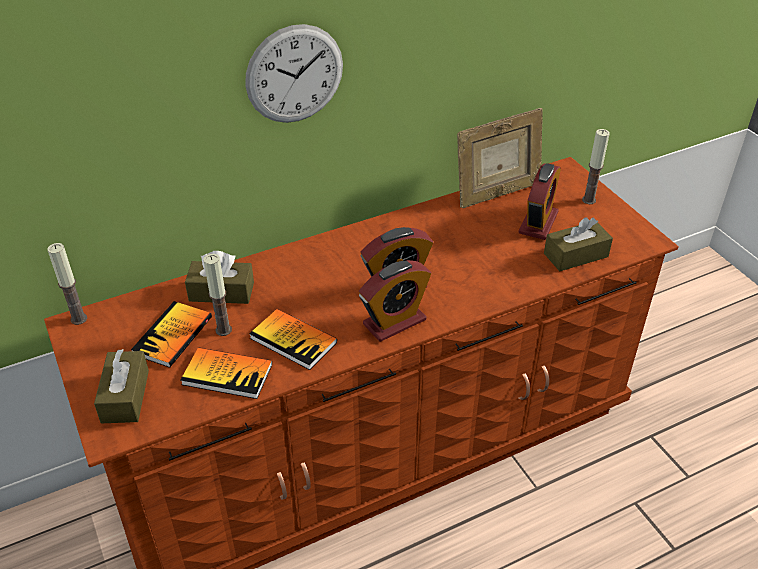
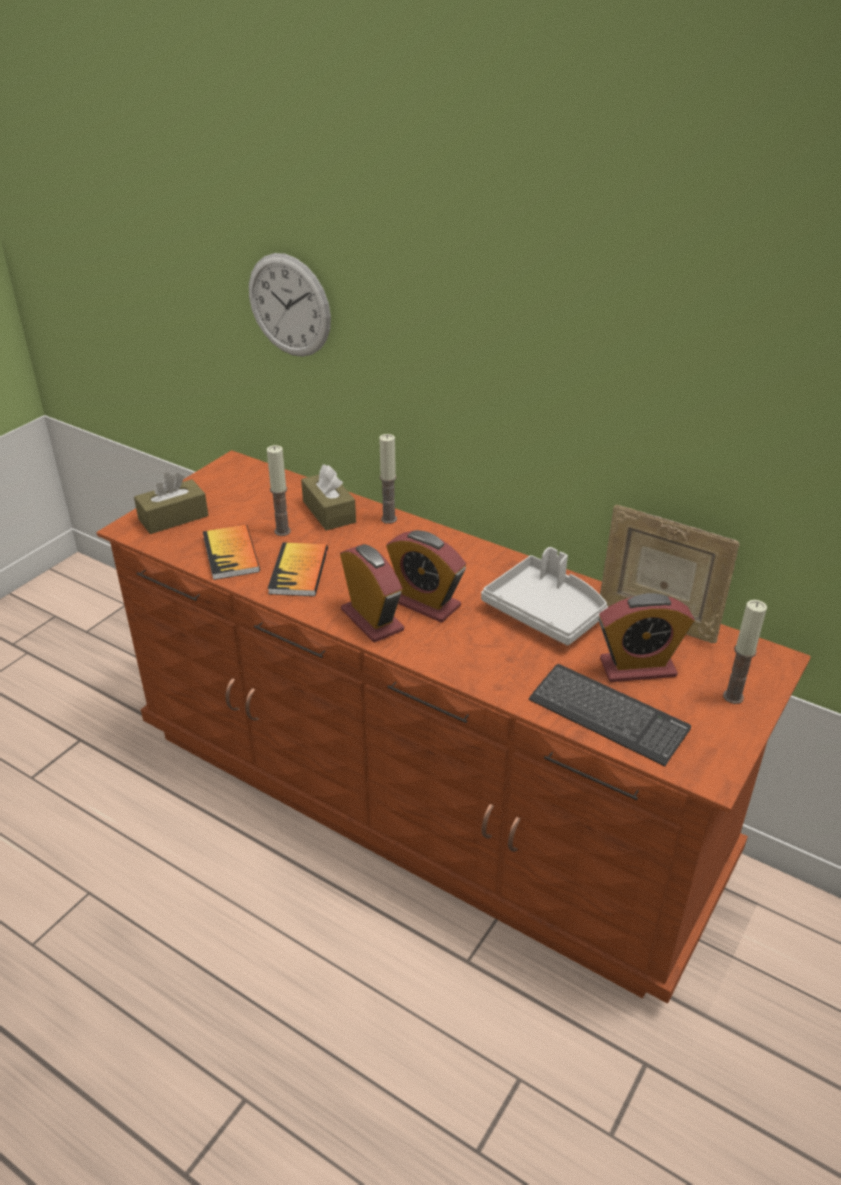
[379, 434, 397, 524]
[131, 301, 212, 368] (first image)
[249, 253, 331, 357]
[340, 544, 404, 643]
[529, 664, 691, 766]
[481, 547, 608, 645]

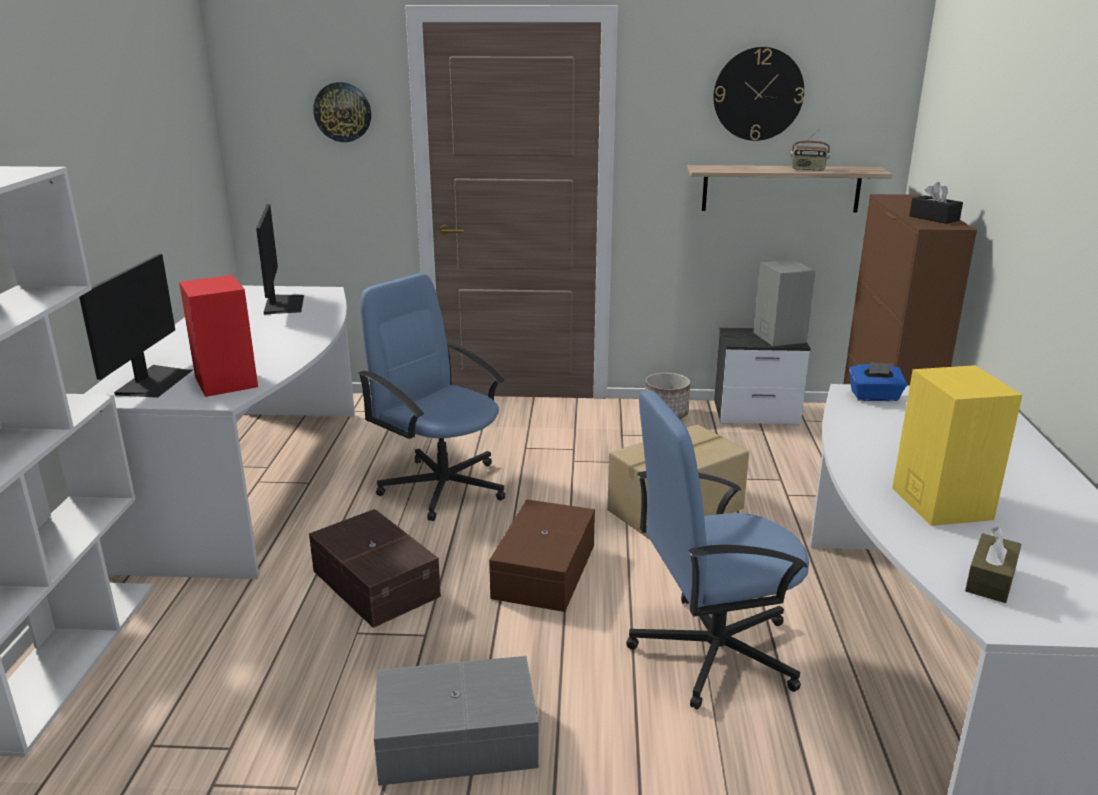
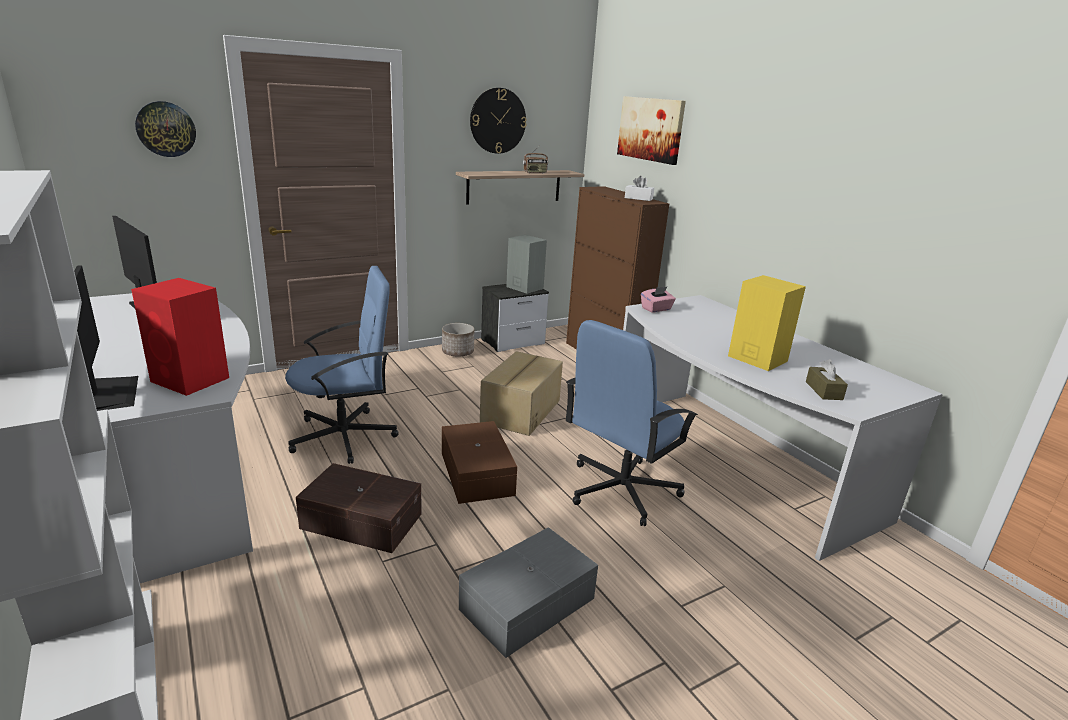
[285, 266, 399, 464]
[641, 287, 676, 313]
[625, 176, 654, 201]
[617, 96, 686, 165]

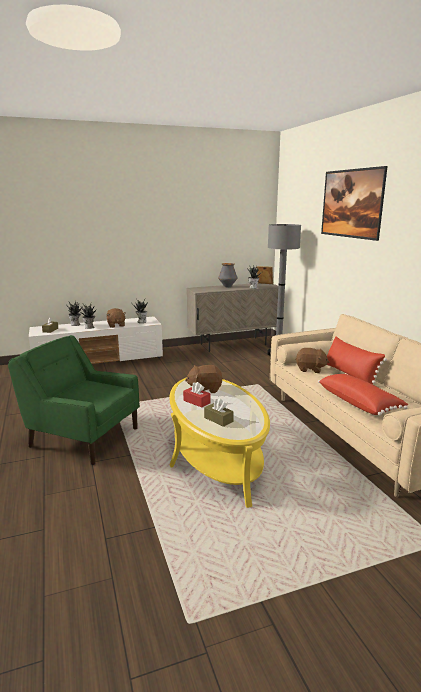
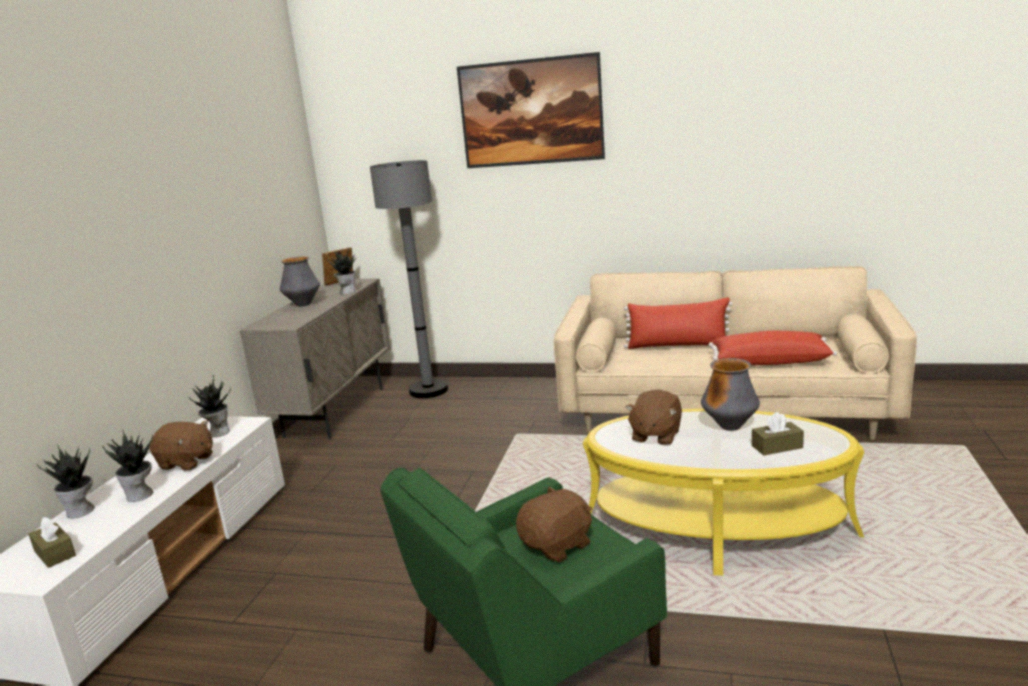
[183, 382, 210, 407] (first image)
[516, 486, 592, 562]
[701, 358, 760, 431]

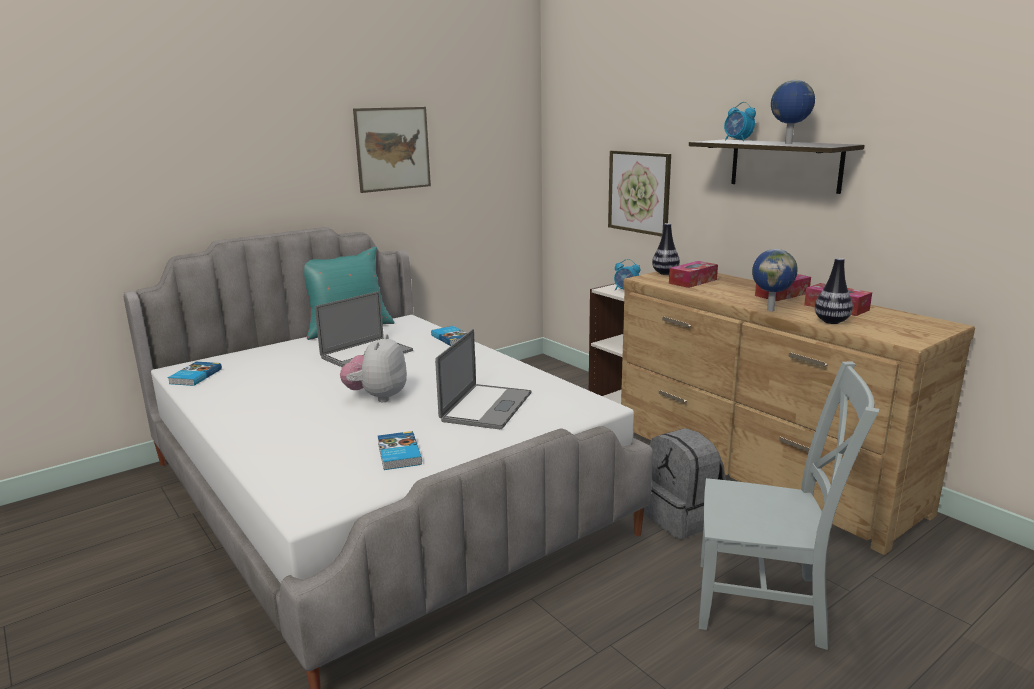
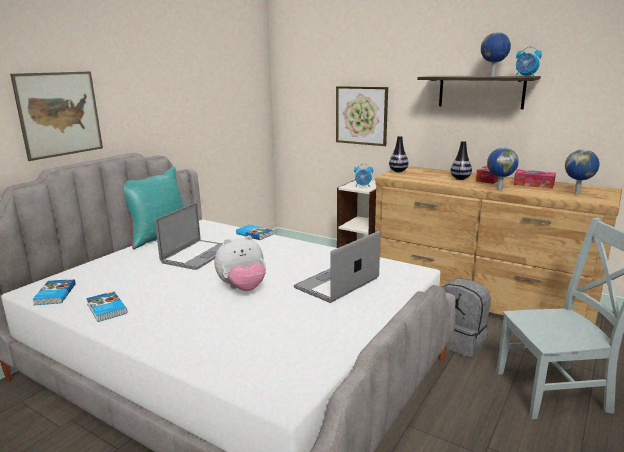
[214, 235, 266, 291]
[10, 71, 103, 161]
[86, 291, 127, 322]
[294, 231, 380, 303]
[669, 261, 718, 288] (first image)
[515, 46, 542, 77]
[450, 141, 472, 180]
[565, 150, 599, 194]

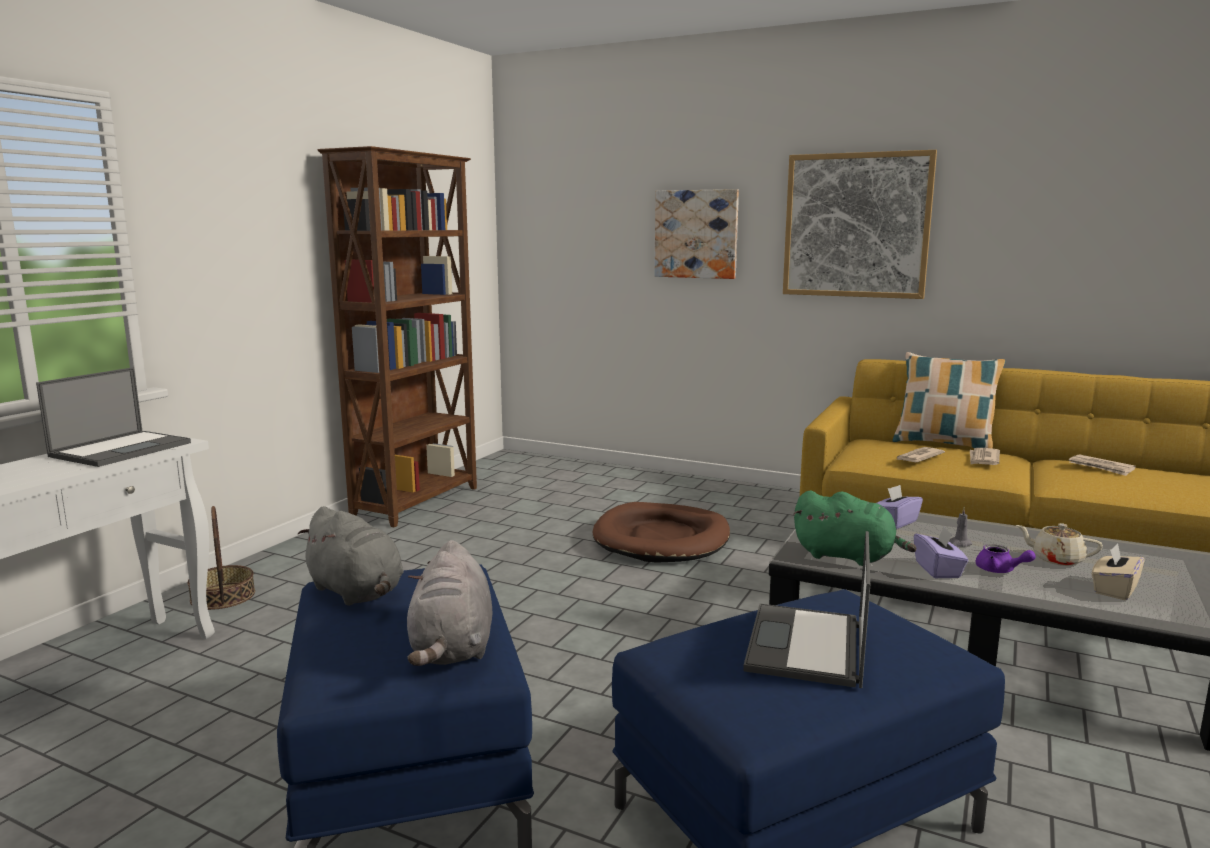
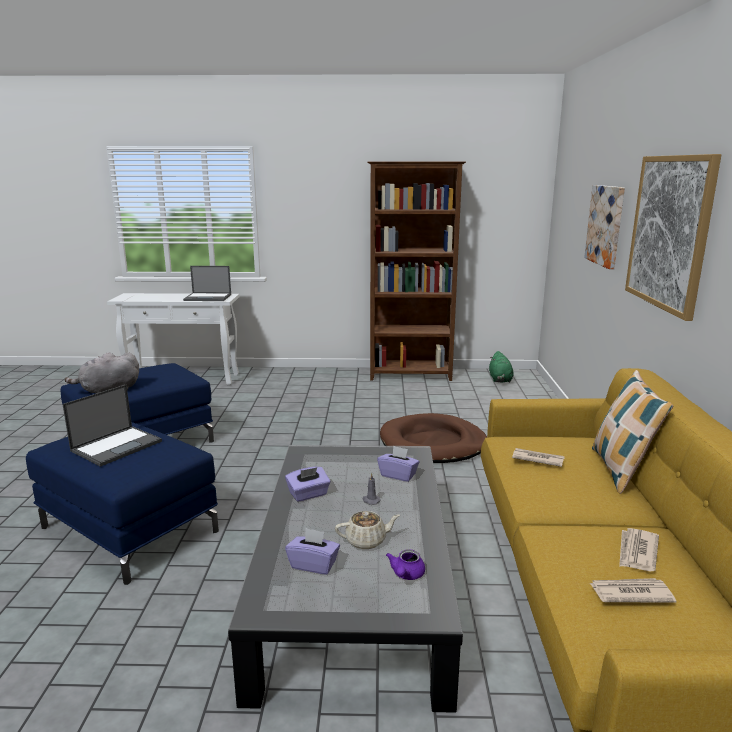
[187, 506, 255, 610] (first image)
[298, 506, 404, 606] (first image)
[62, 385, 162, 467]
[489, 351, 513, 382]
[589, 578, 676, 603]
[386, 549, 425, 580]
[335, 511, 400, 549]
[285, 528, 340, 575]

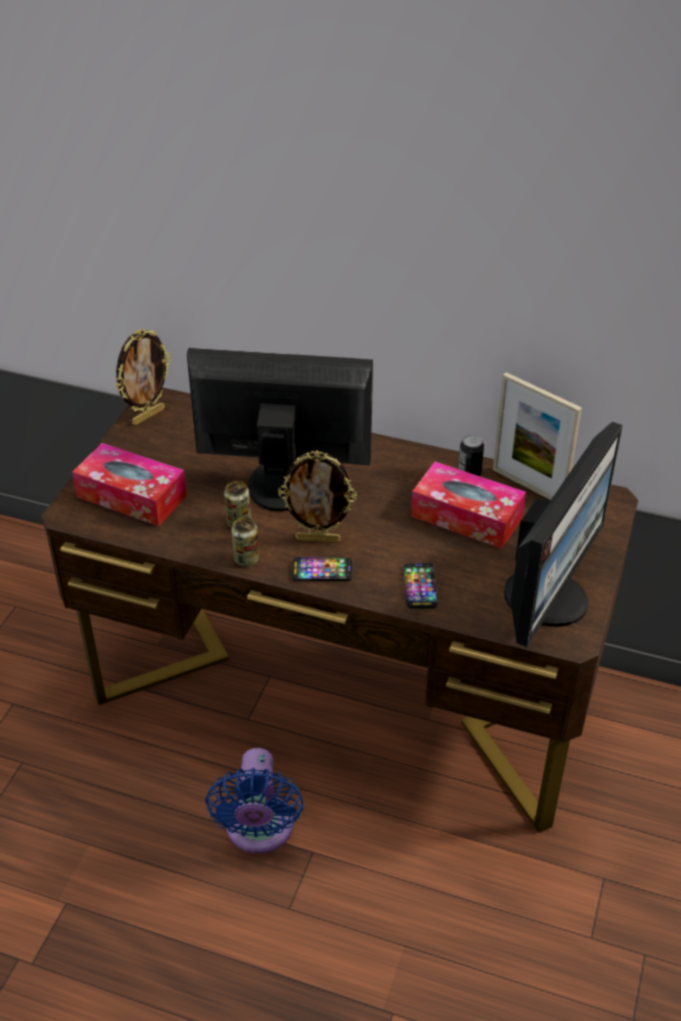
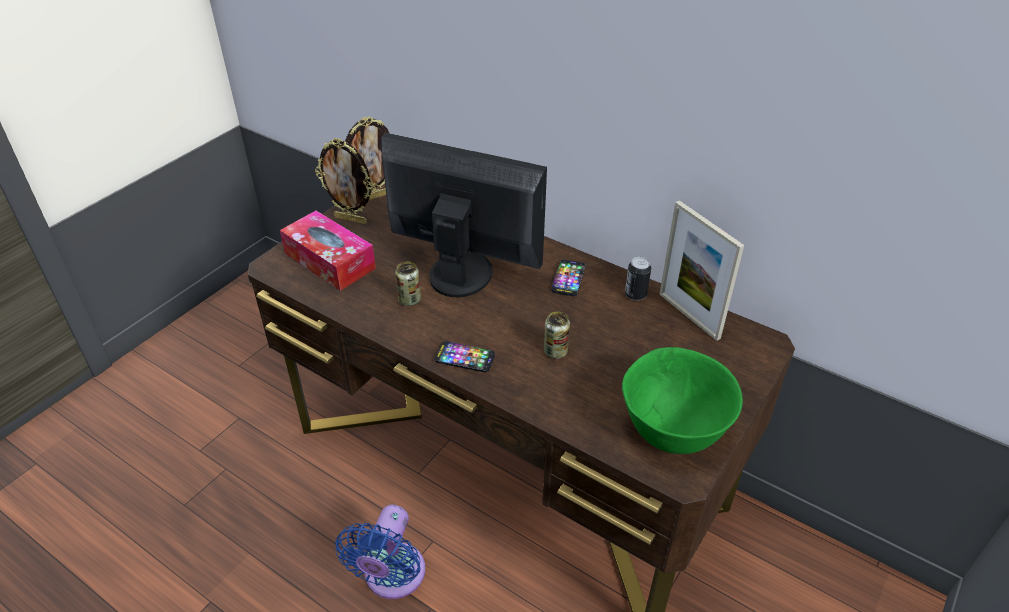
[544, 312, 570, 359]
[315, 138, 373, 224]
[552, 260, 585, 296]
[411, 462, 526, 549] (first image)
[622, 347, 743, 454]

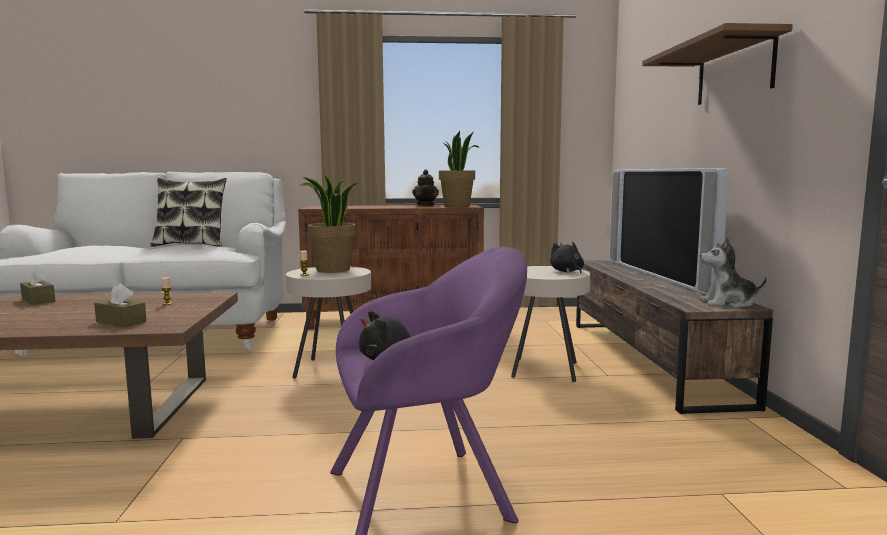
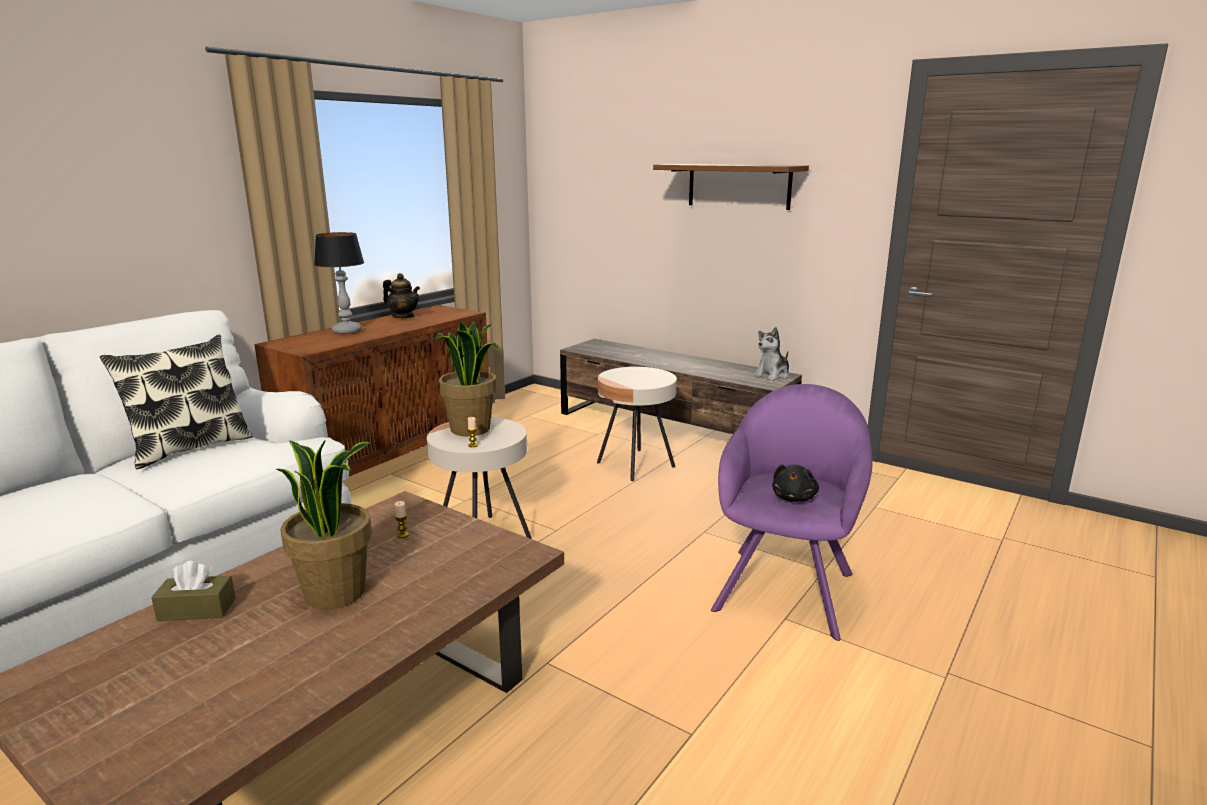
[94, 283, 147, 327] (first image)
[276, 440, 372, 610]
[550, 242, 584, 273] (first image)
[610, 168, 729, 295] (first image)
[314, 232, 364, 334]

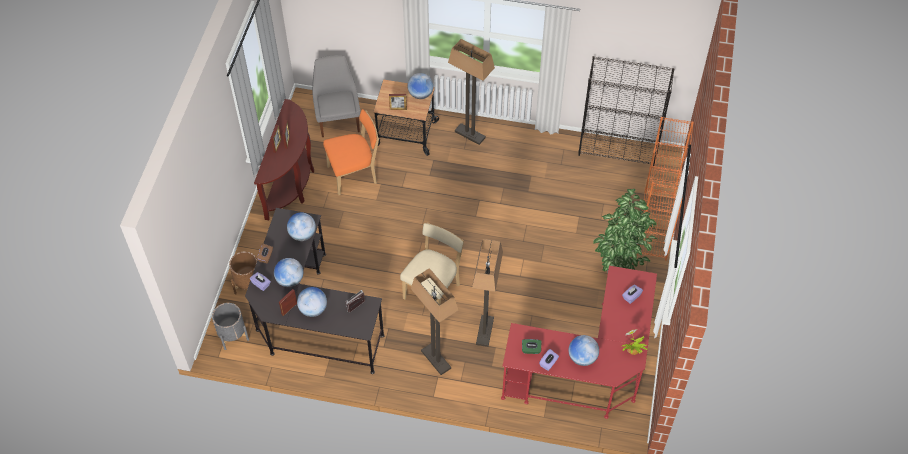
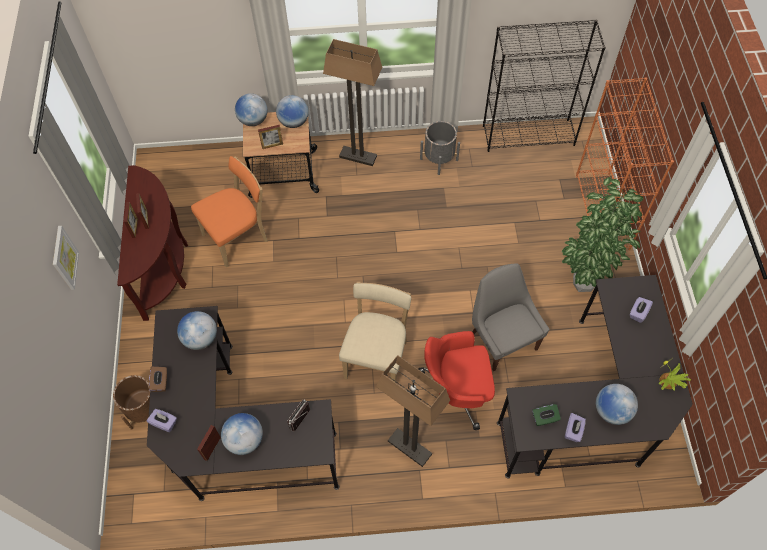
[420, 121, 460, 175]
[235, 93, 268, 126]
[472, 263, 549, 371]
[418, 331, 495, 430]
[497, 275, 693, 478]
[53, 226, 79, 290]

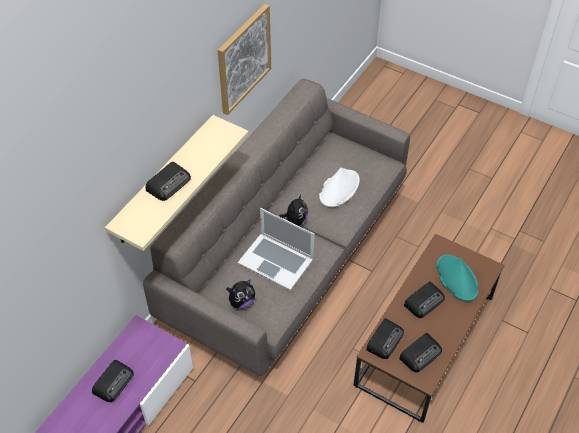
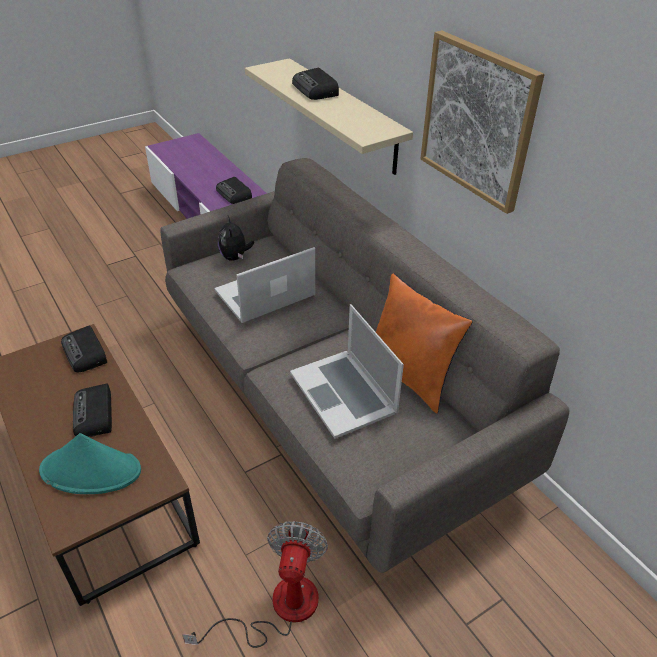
[279, 195, 308, 226] (first image)
[290, 304, 404, 439]
[399, 333, 442, 372] (first image)
[182, 521, 328, 648]
[376, 273, 473, 413]

